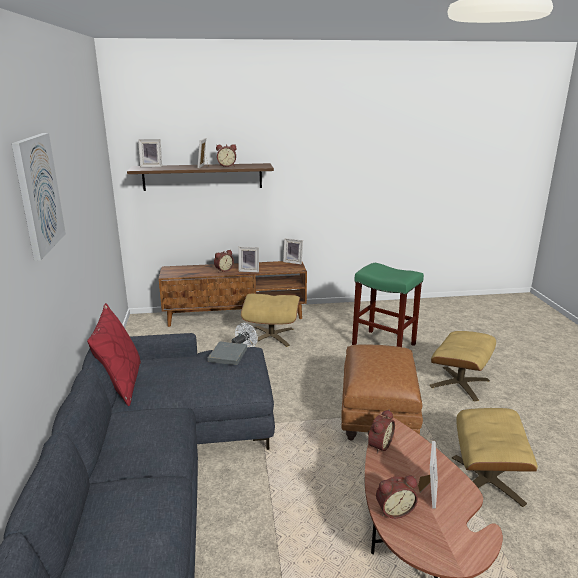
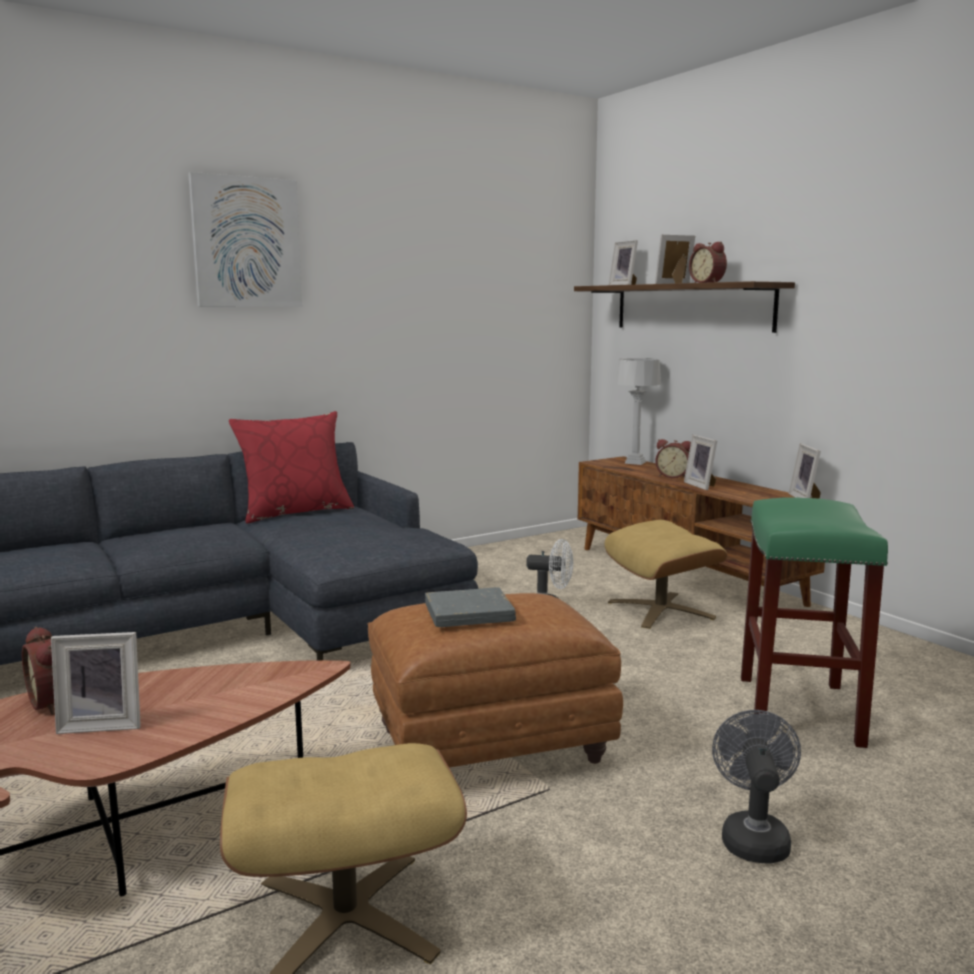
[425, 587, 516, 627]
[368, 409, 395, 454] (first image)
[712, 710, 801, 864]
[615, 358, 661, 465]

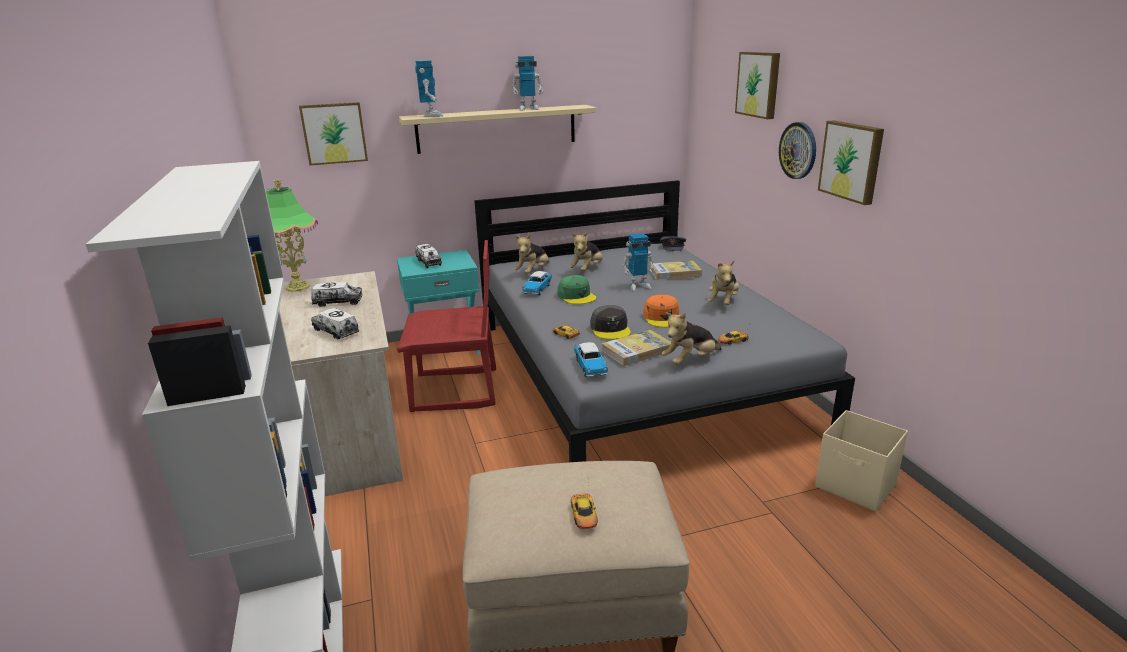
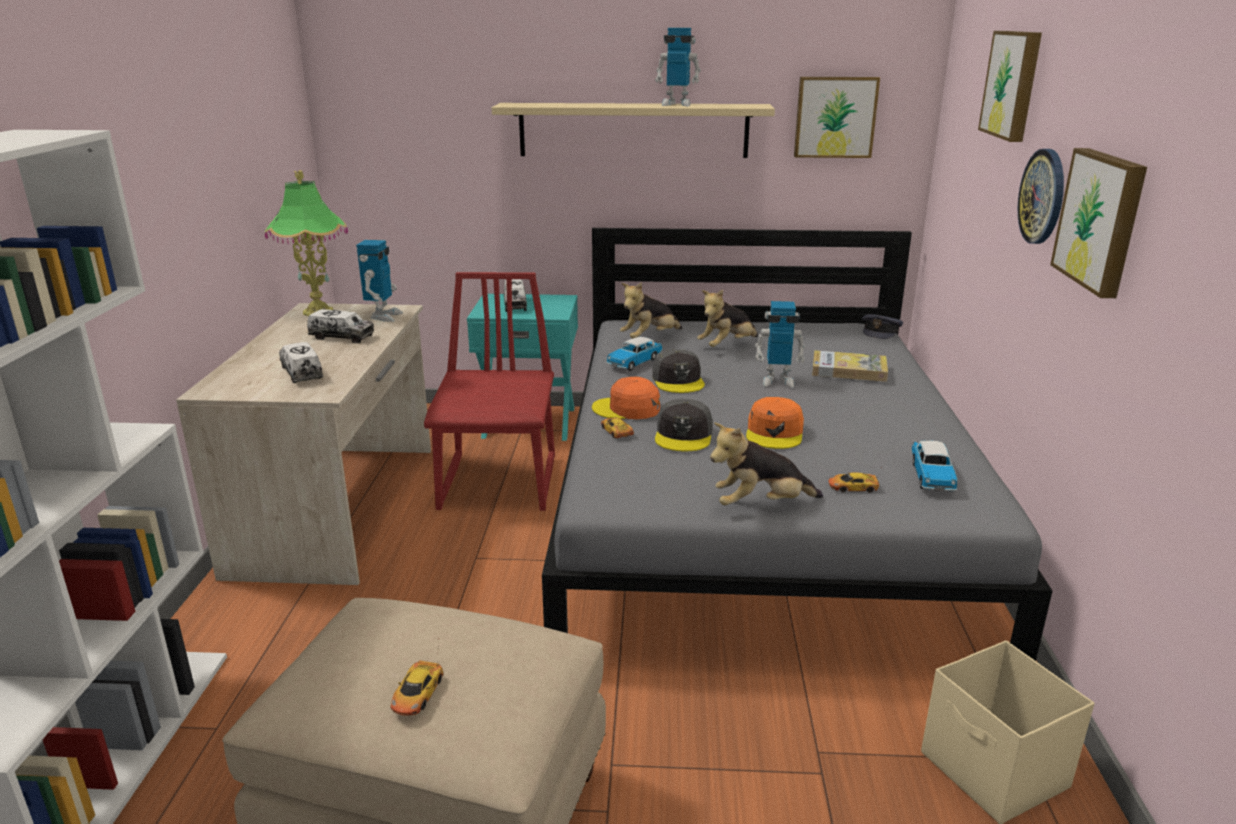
[794, 77, 880, 158]
[424, 272, 555, 511]
[356, 240, 403, 322]
[652, 350, 705, 393]
[911, 440, 957, 491]
[602, 330, 671, 366] (first image)
[707, 260, 739, 305] (first image)
[592, 377, 660, 419]

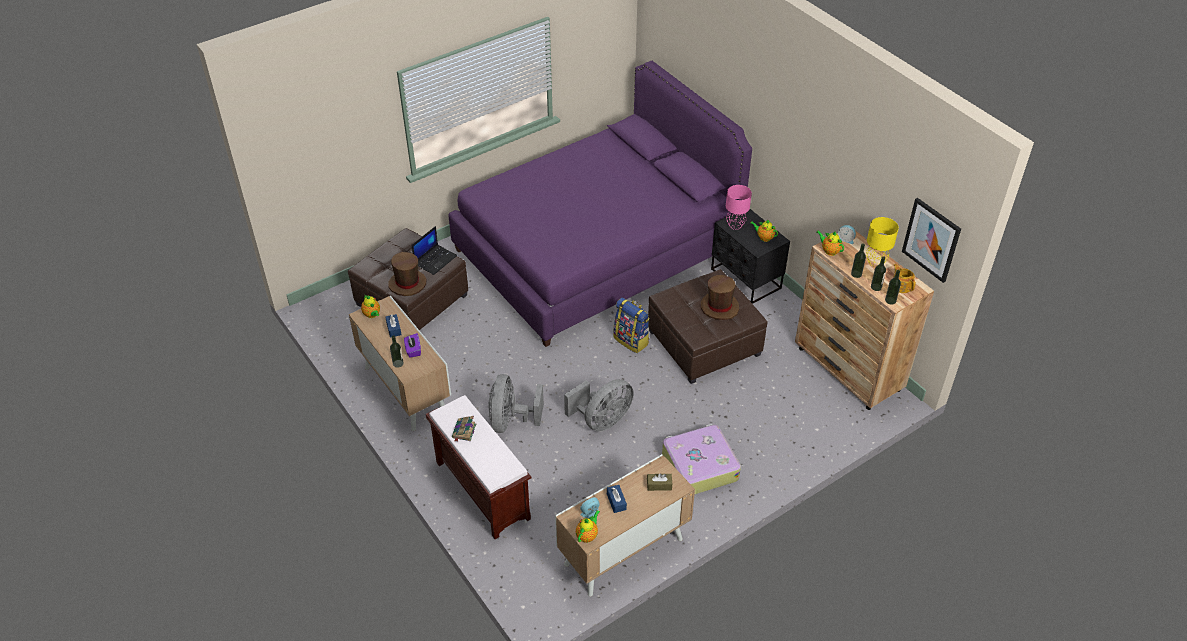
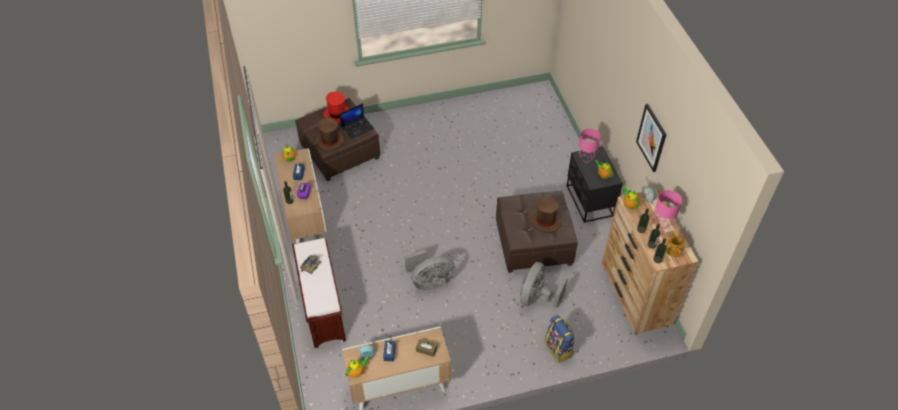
[448, 61, 752, 347] (first image)
[520, 262, 568, 308]
[545, 315, 575, 363]
[662, 424, 741, 495] (first image)
[654, 190, 682, 229]
[636, 104, 666, 172]
[324, 91, 349, 123]

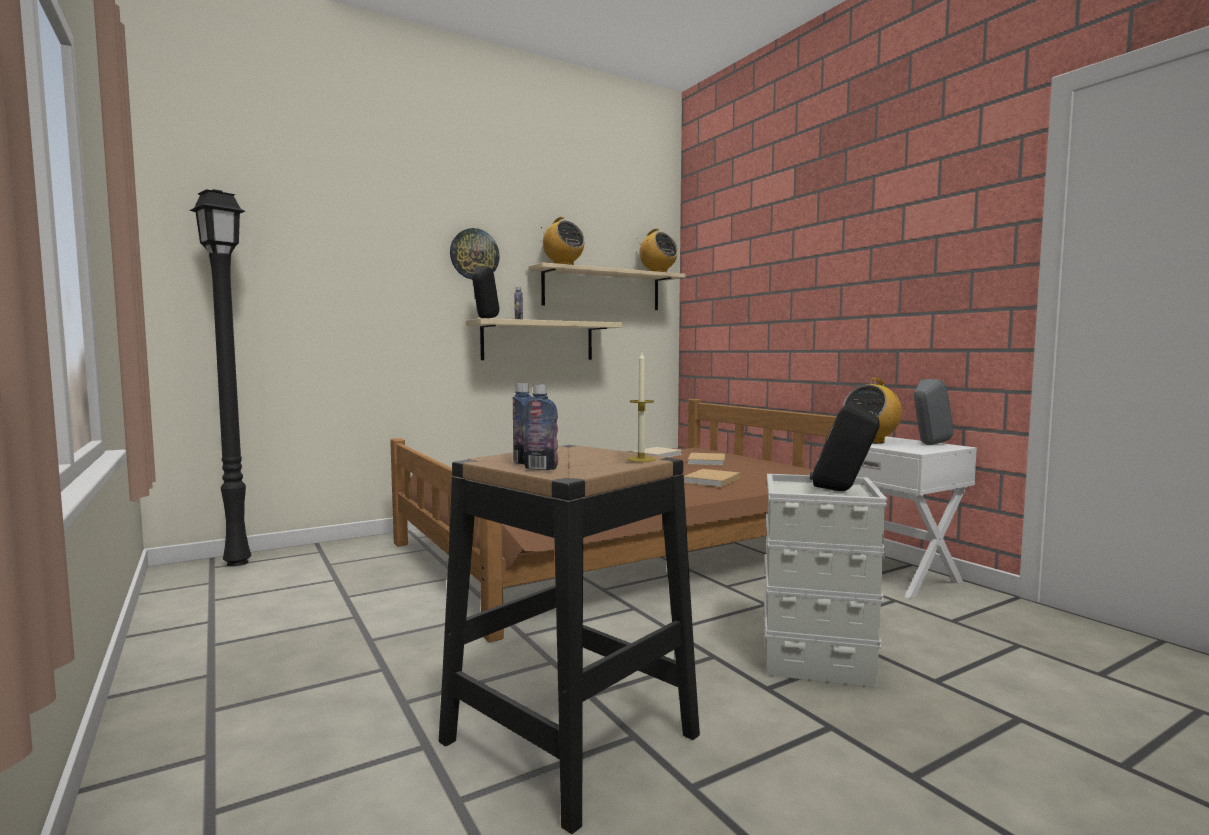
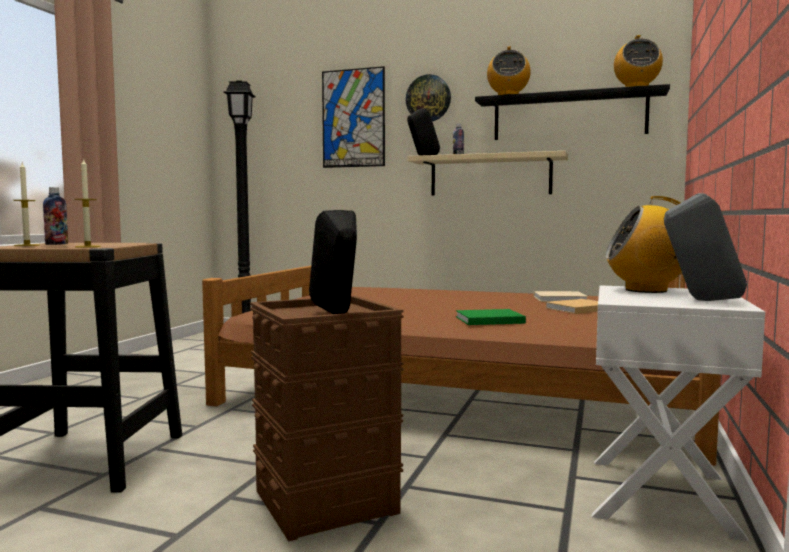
[13, 163, 40, 246]
[475, 84, 670, 140]
[456, 309, 526, 325]
[250, 296, 403, 542]
[322, 66, 385, 168]

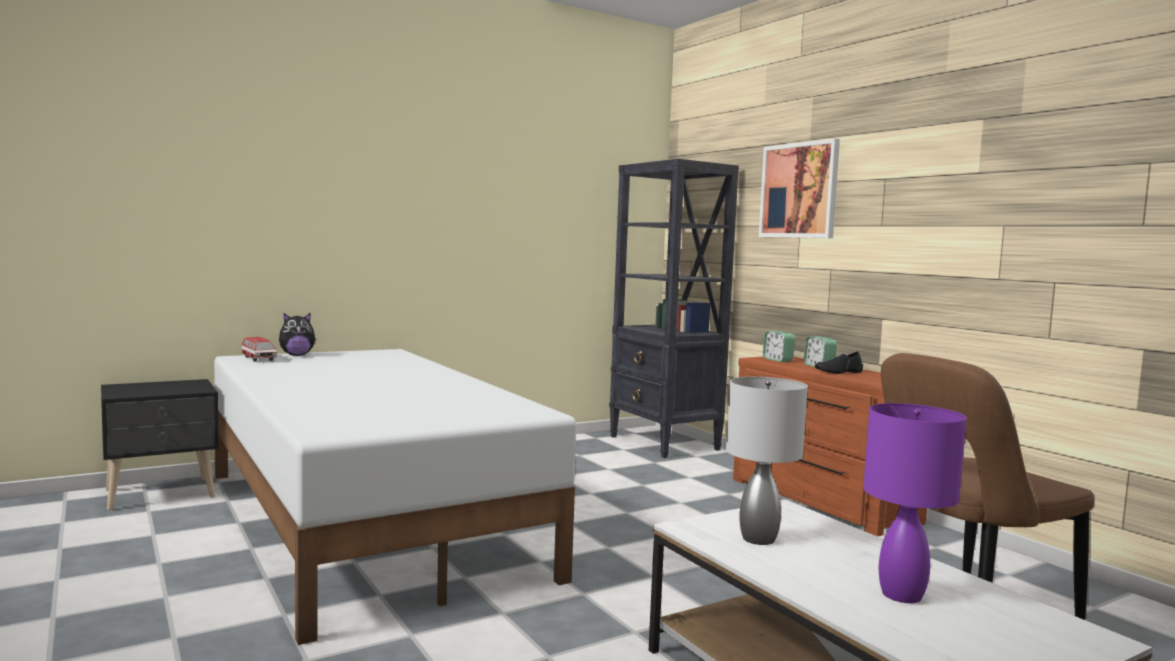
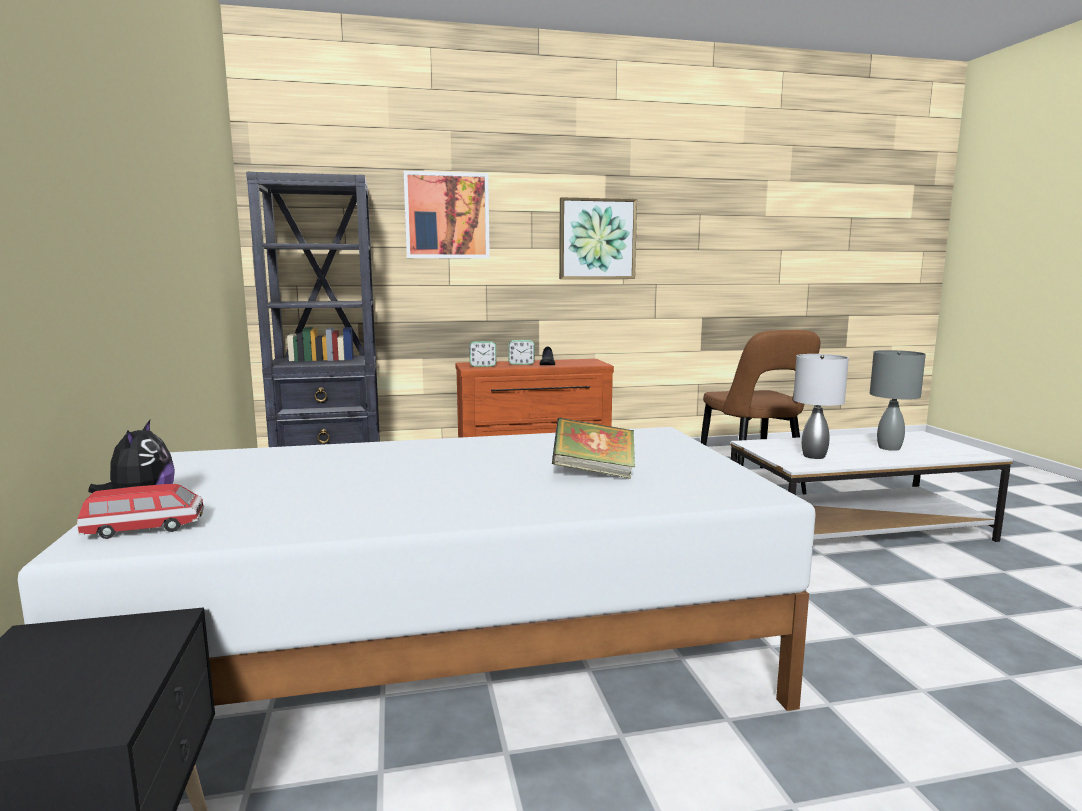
[870, 350, 926, 451]
[552, 417, 635, 479]
[559, 197, 637, 279]

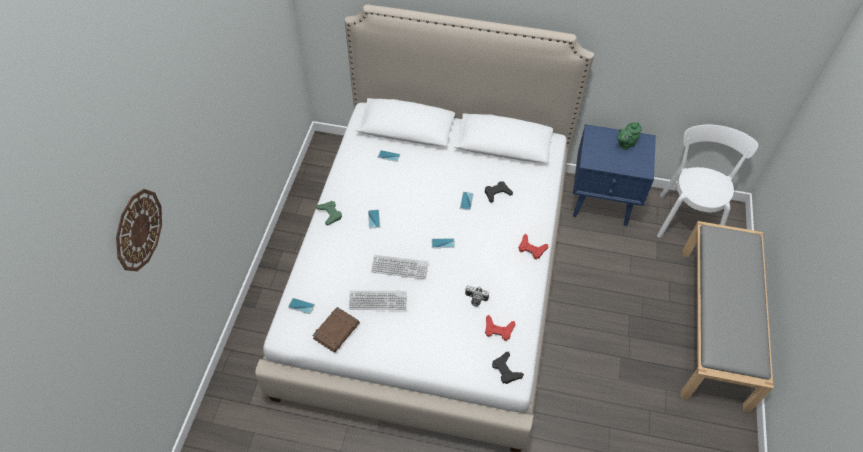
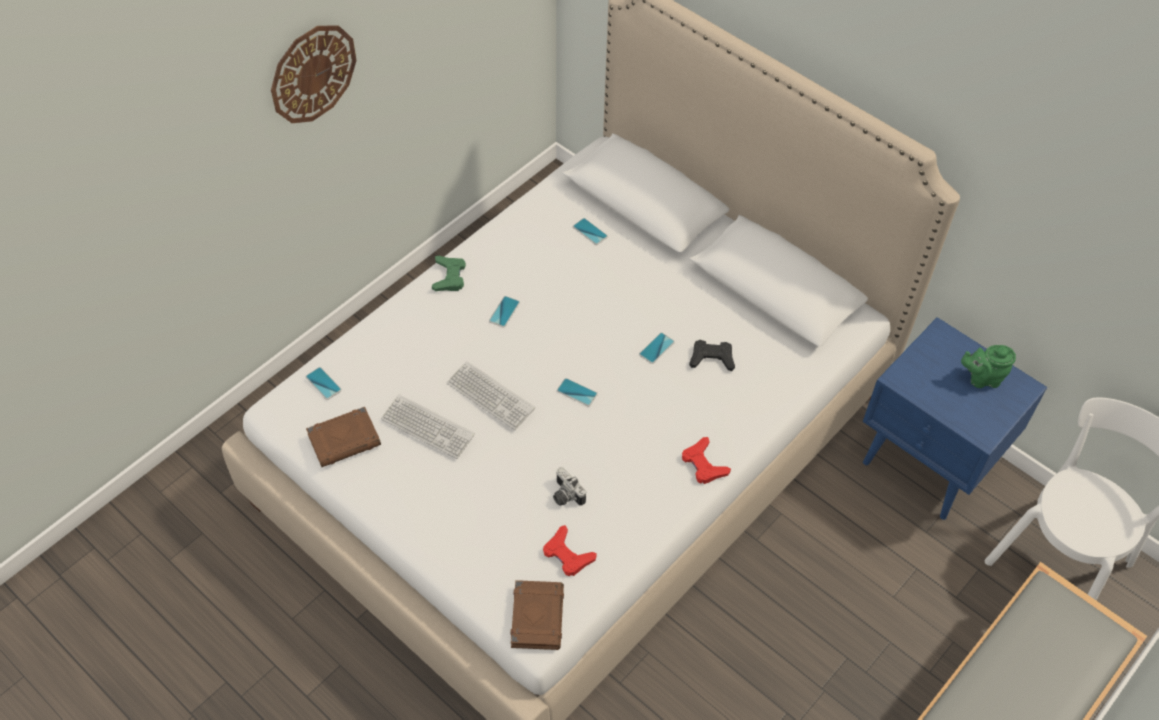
[271, 25, 357, 123]
[511, 580, 564, 650]

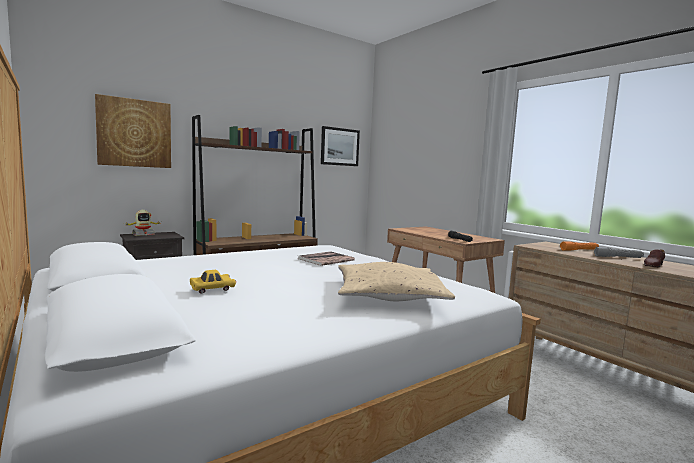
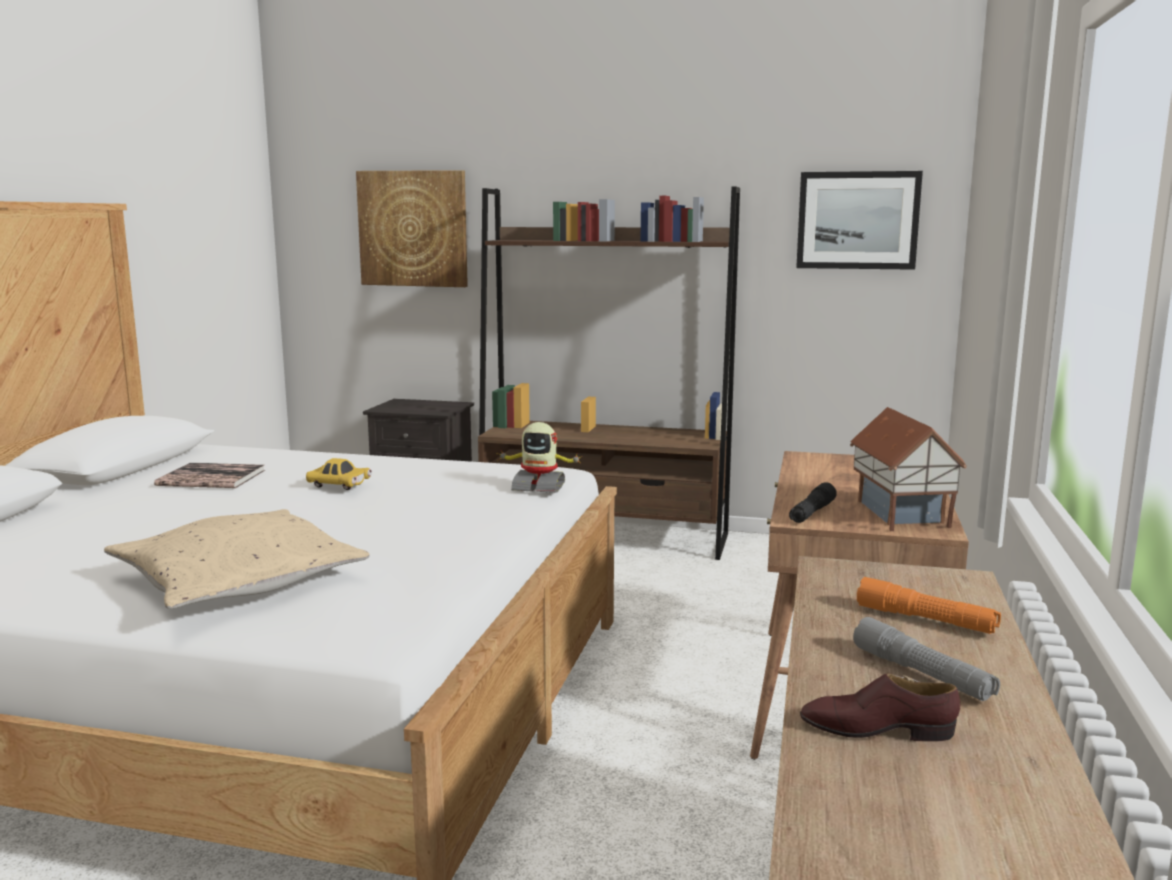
[497, 422, 583, 493]
[306, 458, 372, 490]
[154, 463, 265, 488]
[850, 407, 966, 531]

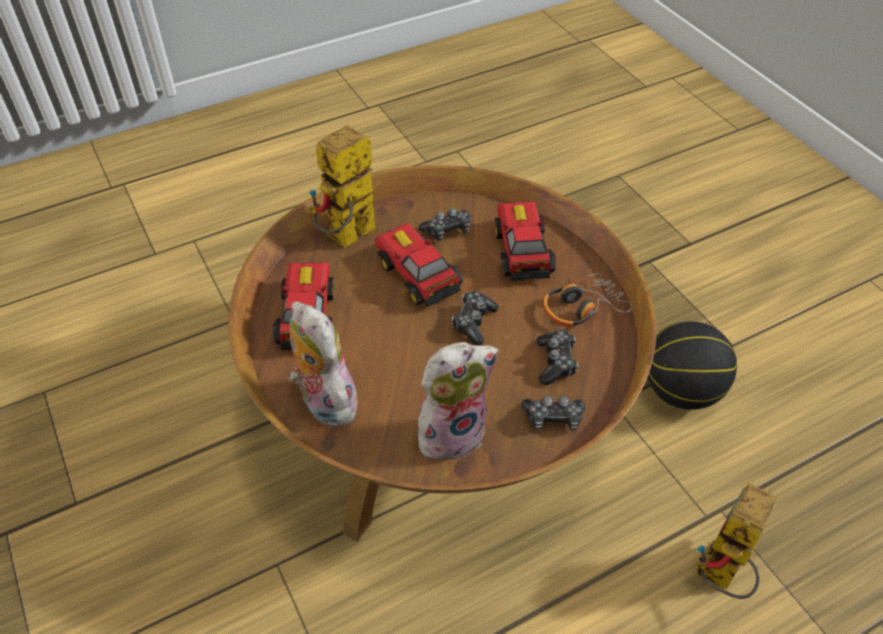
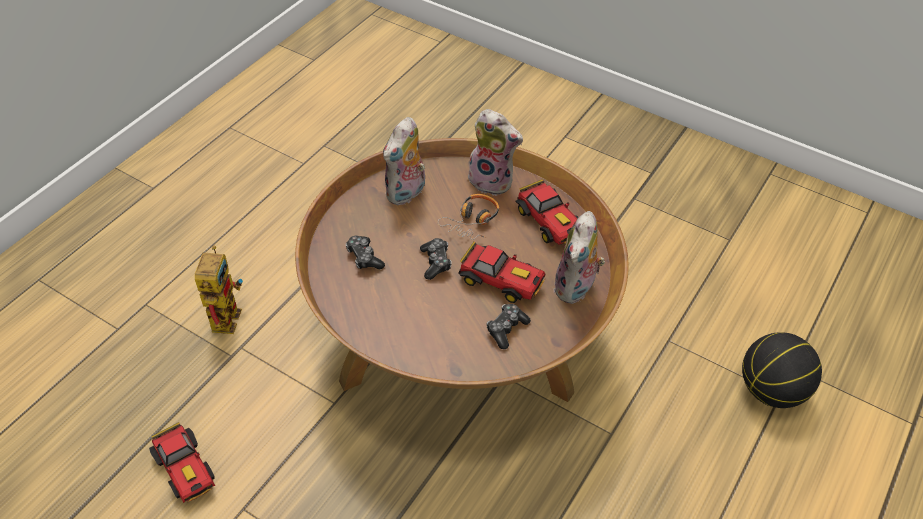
[554, 211, 605, 304]
[149, 422, 215, 503]
[521, 396, 585, 430] (first image)
[438, 194, 499, 240]
[742, 332, 822, 408]

